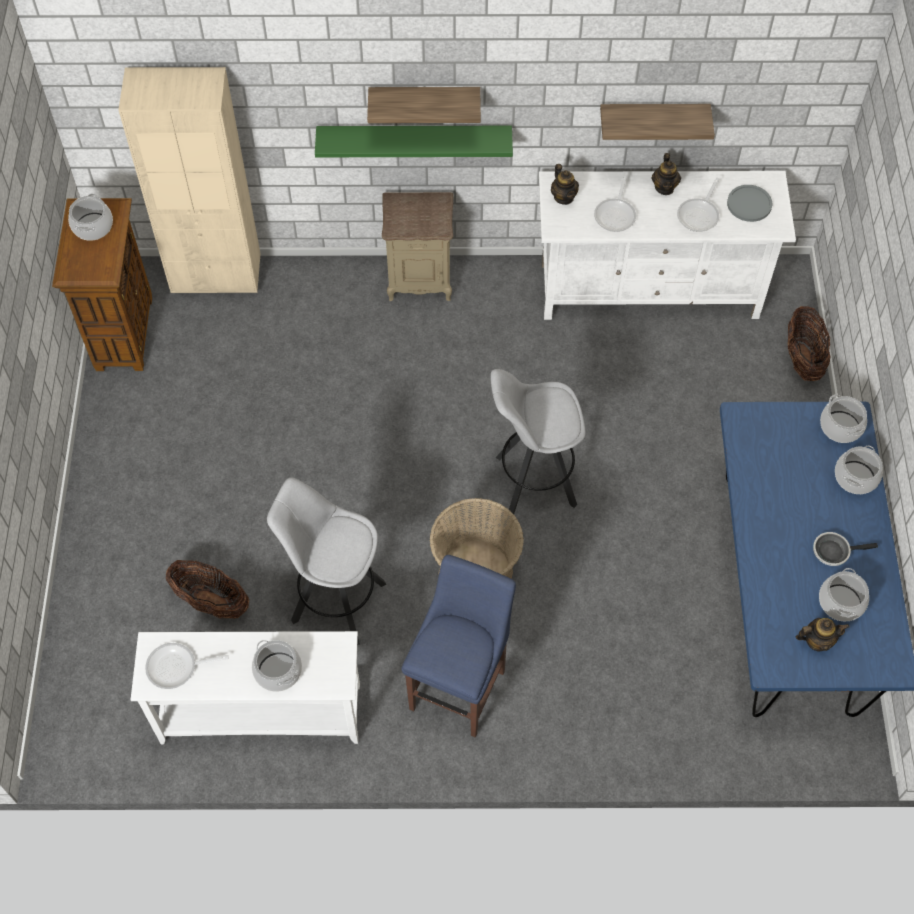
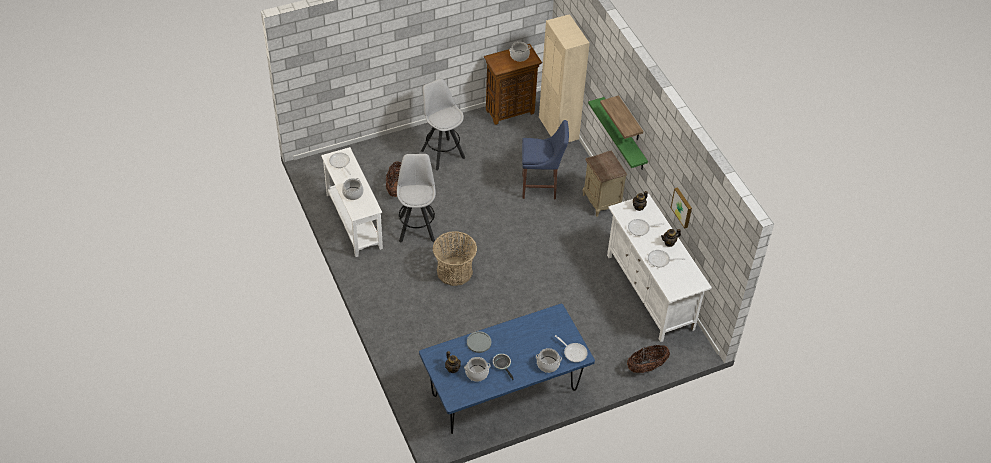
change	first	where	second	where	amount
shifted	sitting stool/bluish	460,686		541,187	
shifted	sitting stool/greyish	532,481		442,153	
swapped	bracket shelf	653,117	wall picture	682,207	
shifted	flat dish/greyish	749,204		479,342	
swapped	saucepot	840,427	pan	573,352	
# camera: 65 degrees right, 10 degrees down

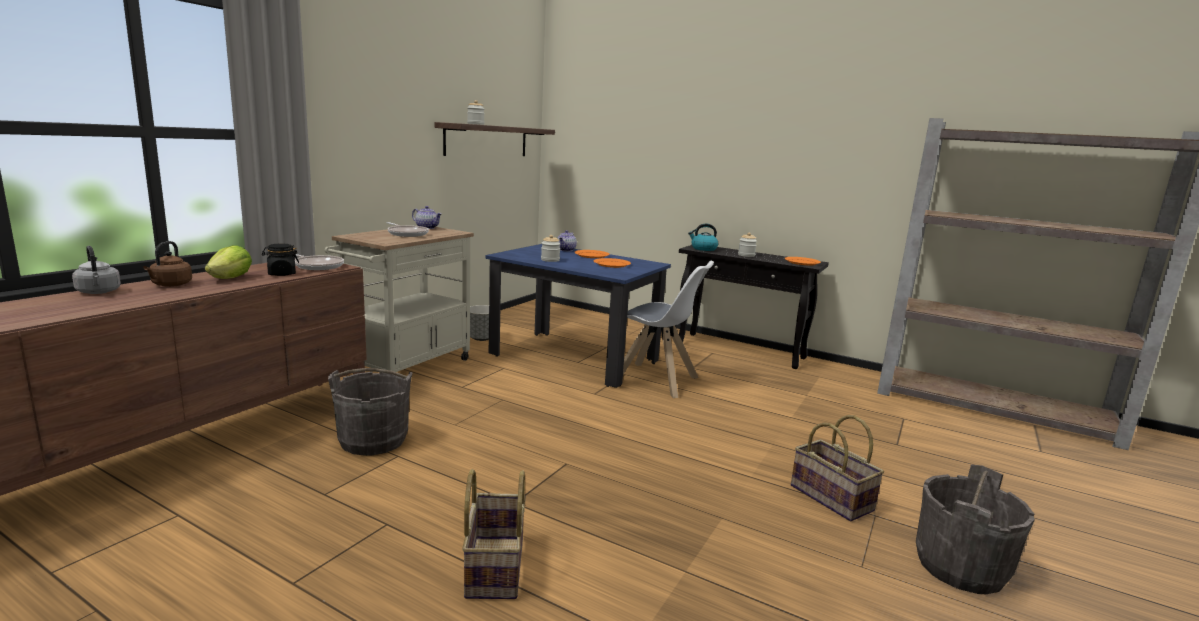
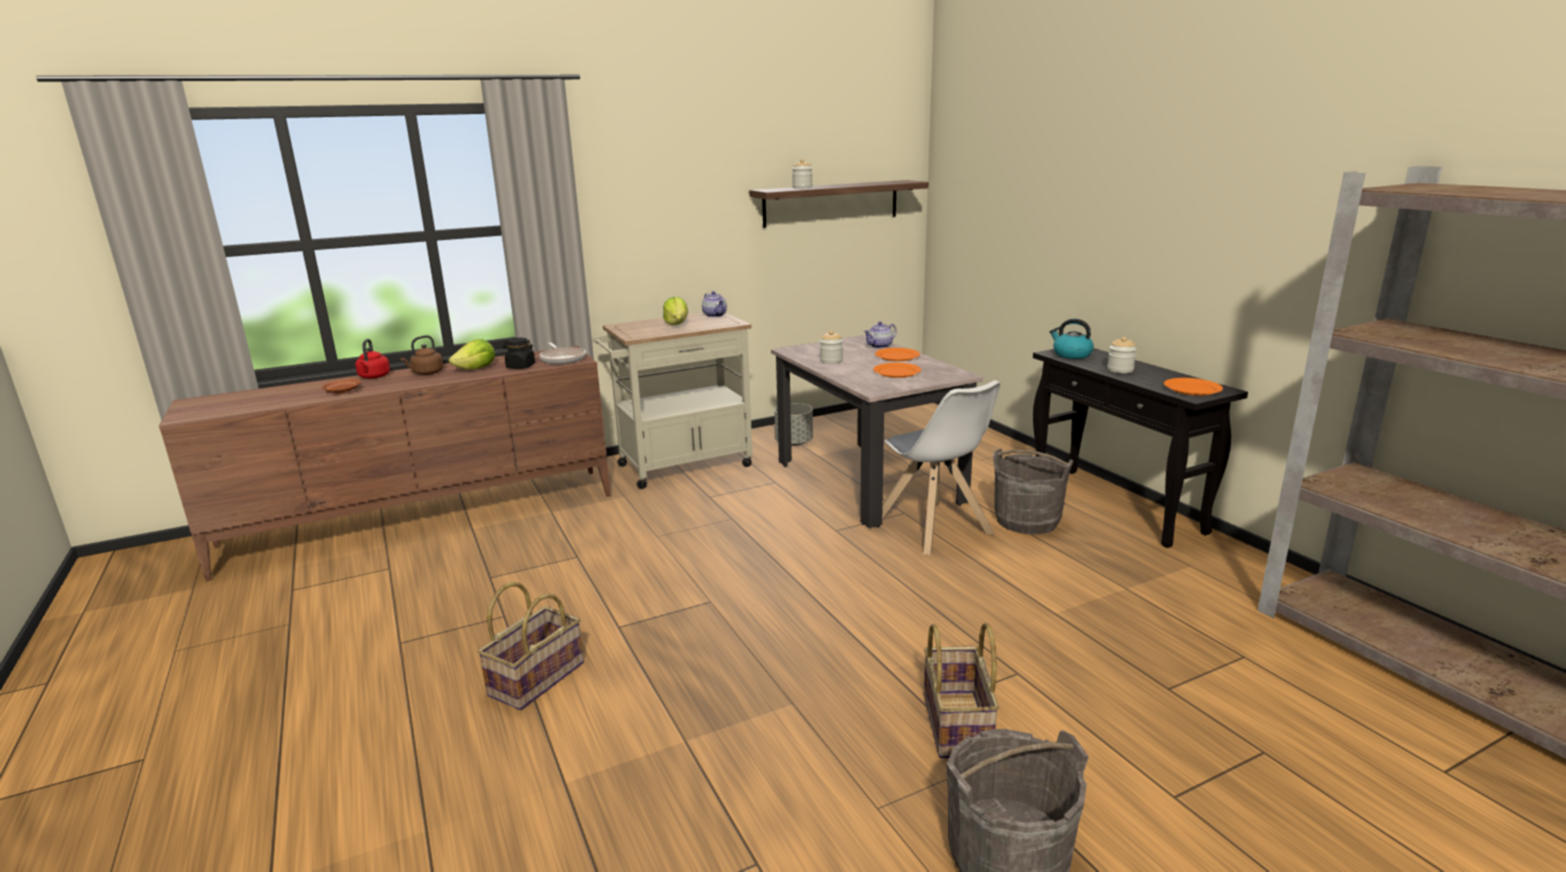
change	first	where	second	where	amount
repainted	kettle/greyish	99,292	kettle/red-coloured	374,377	
shifted	bucket/greyish	373,441		1026,521	
swapped	pan	407,234	lettuce	677,324	
repainted	dinner table/bluish	574,358	dinner table/sand-coloured	868,482	
new			flat dish/brownish	342,391	
# camera: 35 degrees right, 5 degrees up

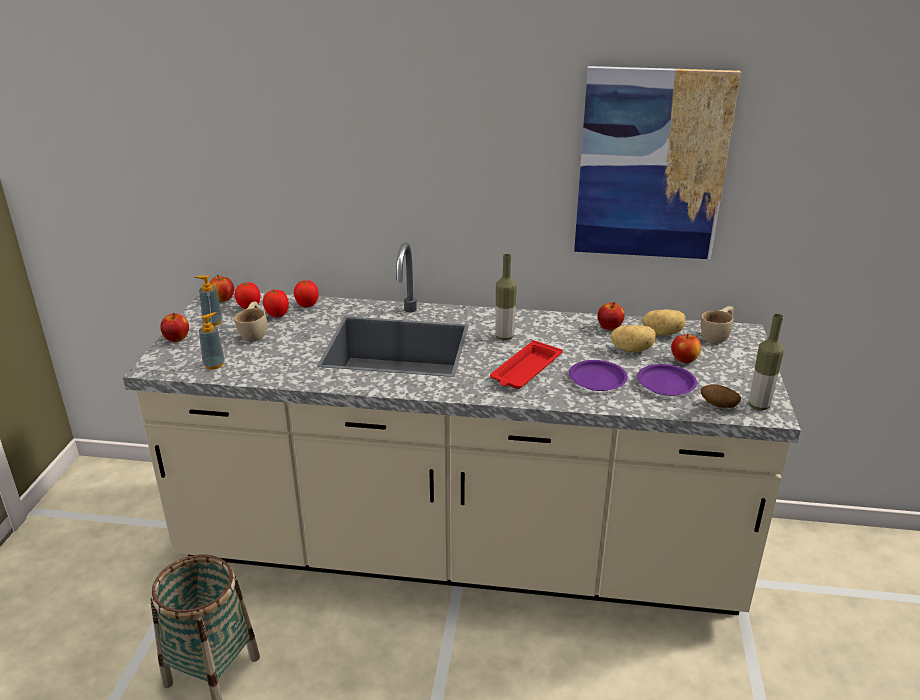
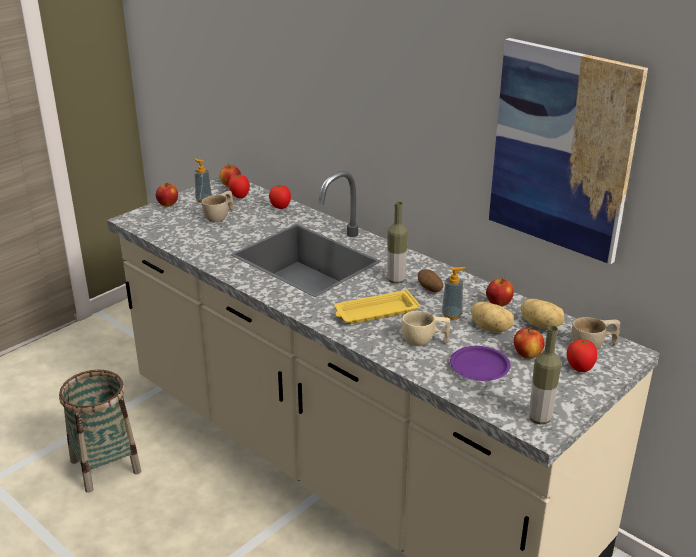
change	first	where	second	where	amount
shifted	soap bottle	214,365		451,315	
shifted	tomato	277,315		580,369	
repainted	serving tray/red-coloured	525,371	serving tray/yellow-coloured	375,312	
swapped	flat dish/purple-coloured	598,379	cup/sand-coloured	424,341	
shifted	whole potato	718,406		429,289	
# camera: 35 degrees right, 0 degrees up

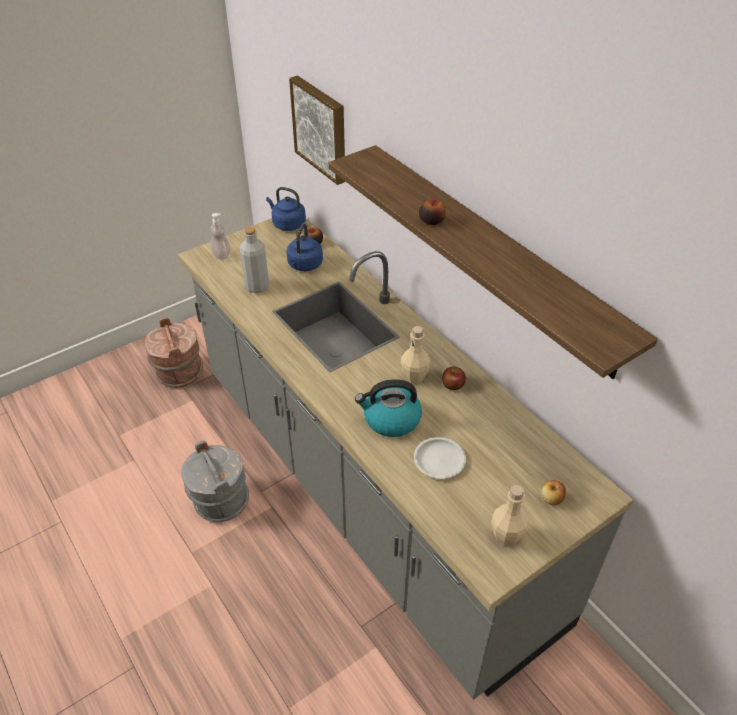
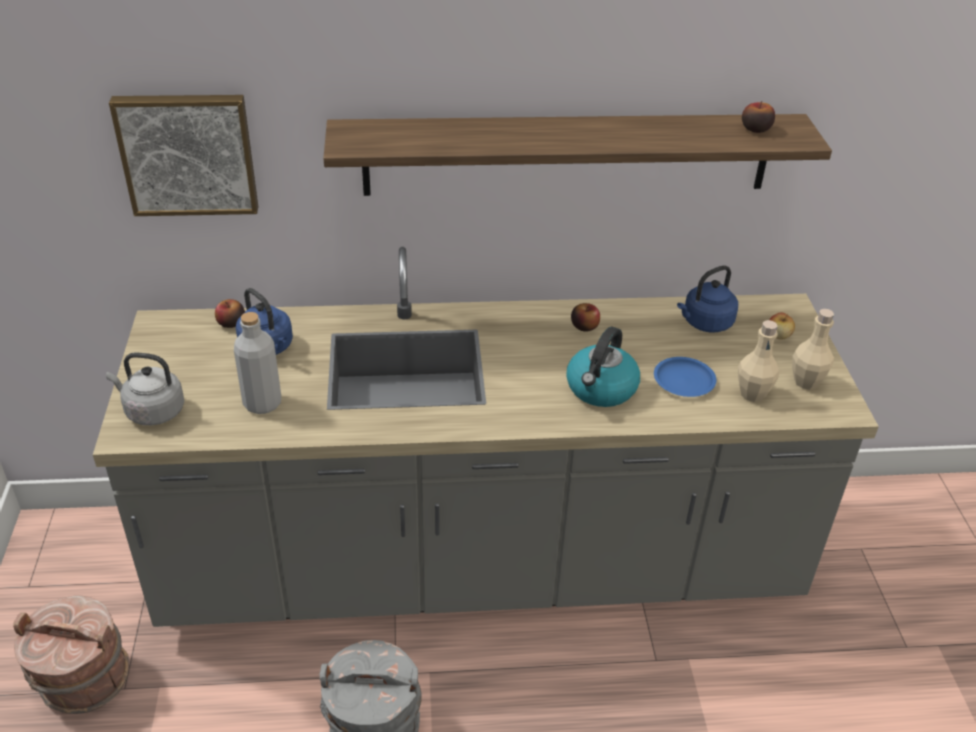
change	first	where	second	where	amount
swapped	soap bottle	221,255	kettle/greyish	152,411	
shifted	kettle/bluish	287,224		705,323	
shifted	drink bottle/sand-coloured	414,377		752,394	
repainted	flat dish/white	439,460	flat dish/bluish	683,380	
shifted	apple	431,220		755,129	
# camera: 60 degrees left, 5 degrees down

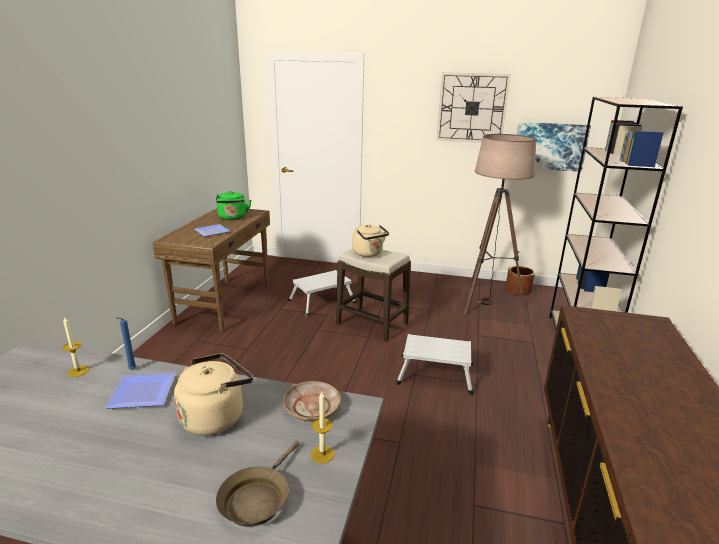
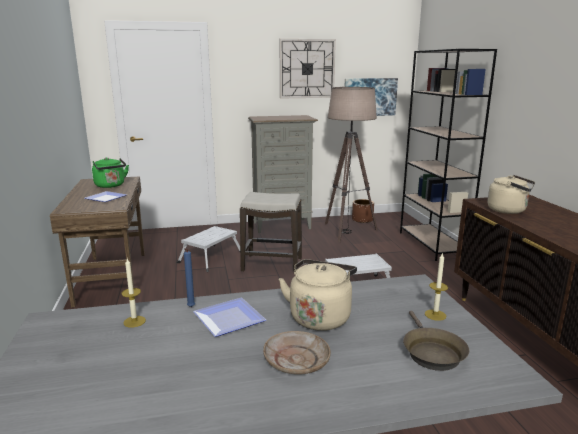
change	first	where	second	where	amount
shifted	flat dish/sand-coloured	312,407		296,360	
shifted	kettle/sand-coloured	369,254		509,210	
new			dresser/greyish	283,226	
# camera: 25 degrees left, 5 degrees down

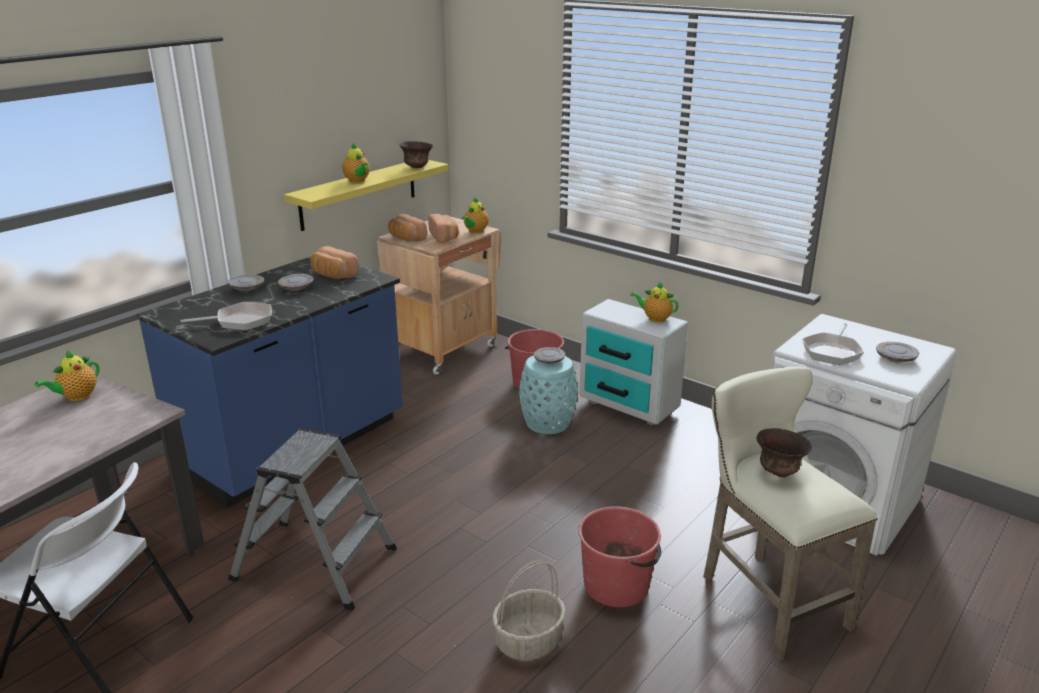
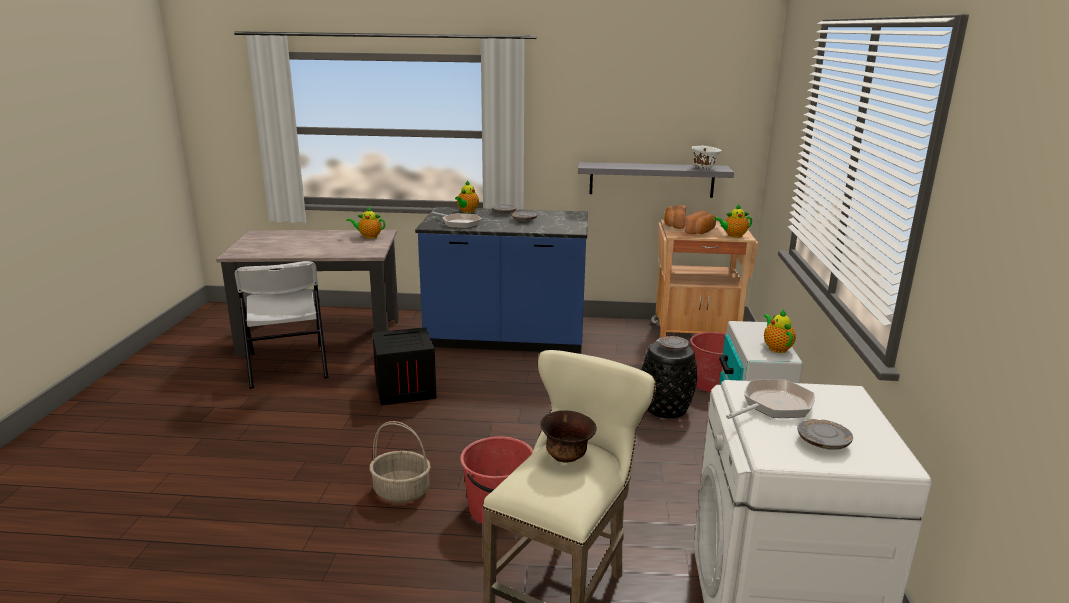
change	first	where	second	where	amount
swapped	stepladder/greyish	314,563	packing crate	404,390	
repainted	bracket shelf/yellow-coloured	359,194	bracket shelf/greyish	651,179	
gone	bread	333,275			
shifted	teapot	357,181		467,211	
repainted	bowl/brownish	417,167	bowl/white	704,168	
repainted	sitting stool/turquoise	548,423	sitting stool/black	666,408	
rotated	pan	832,351		773,405	150 degrees clockwise
# camera: 55 degrees right, 5 degrees down

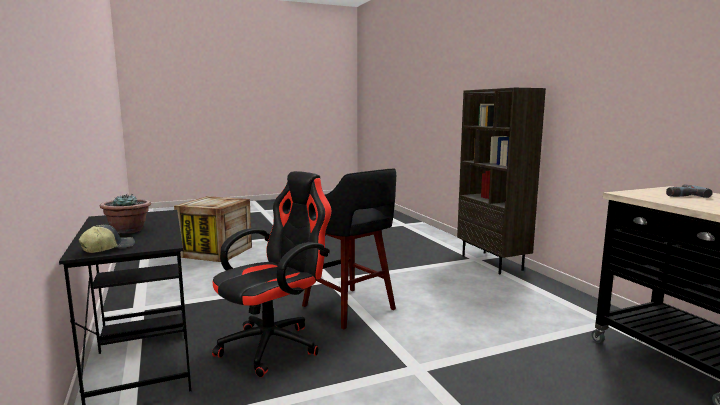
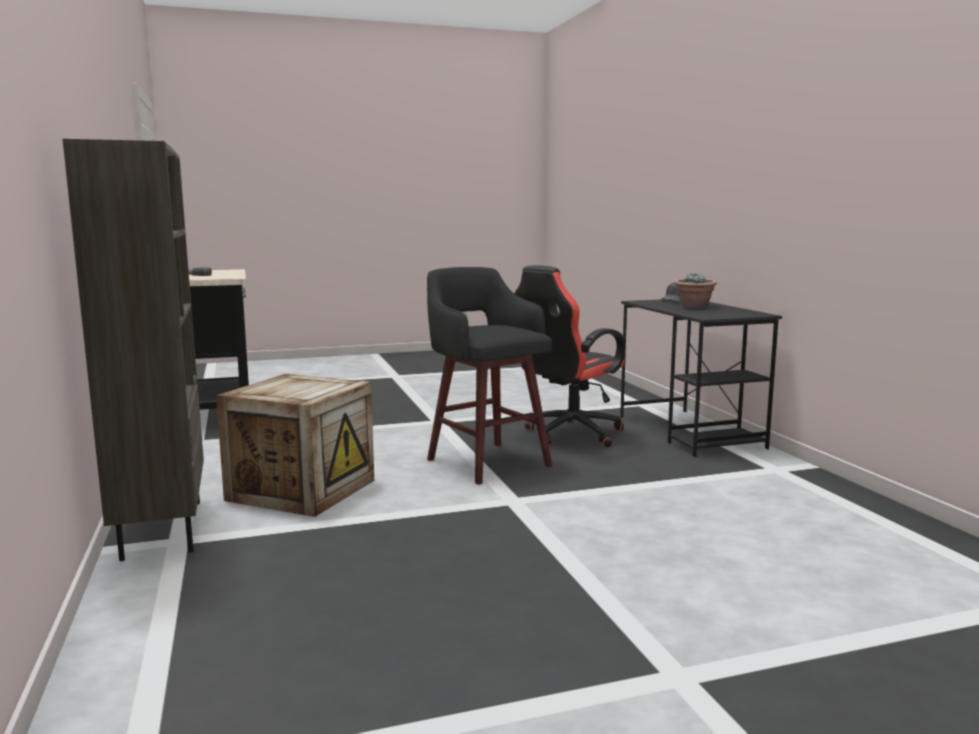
change	first	where	second	where	amount
shifted	packing crate	216,252		301,490	
# camera: 175 degrees left, 0 degrees up

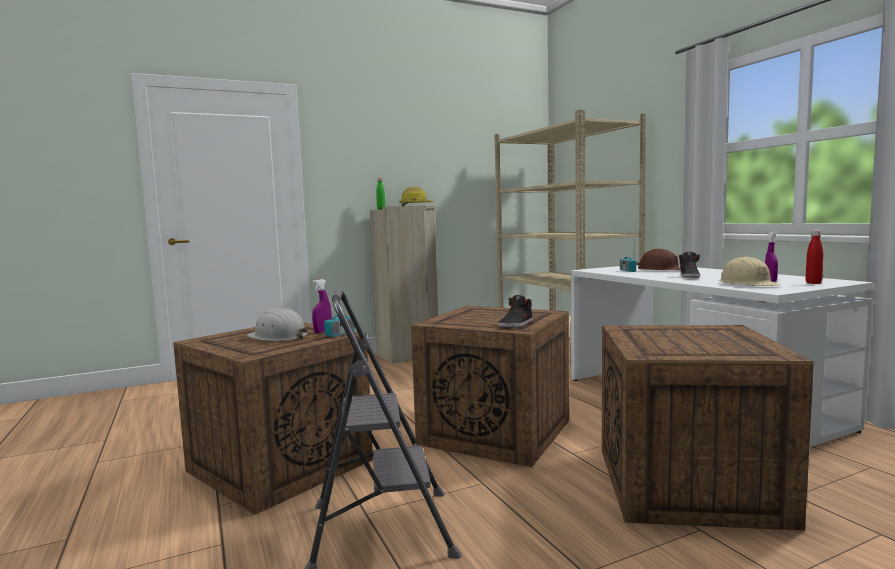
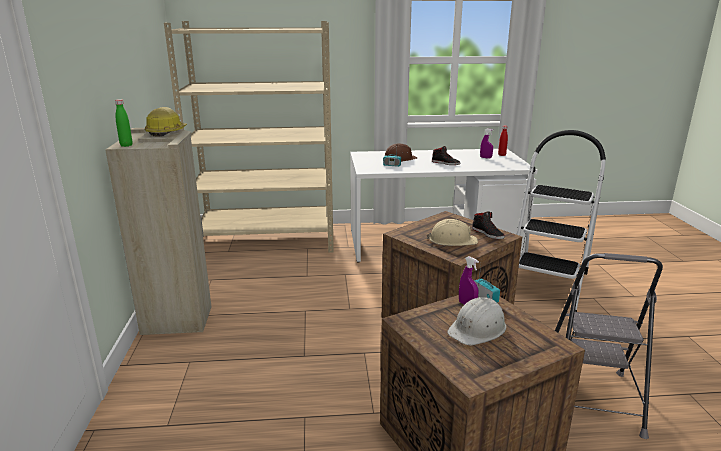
change	first	where	second	where	amount
swapped	packing crate	691,486	stepladder	548,284	
shifted	hard hat/sand-coloured	747,284		452,240	
# camera: 70 degrees left, 15 degrees up

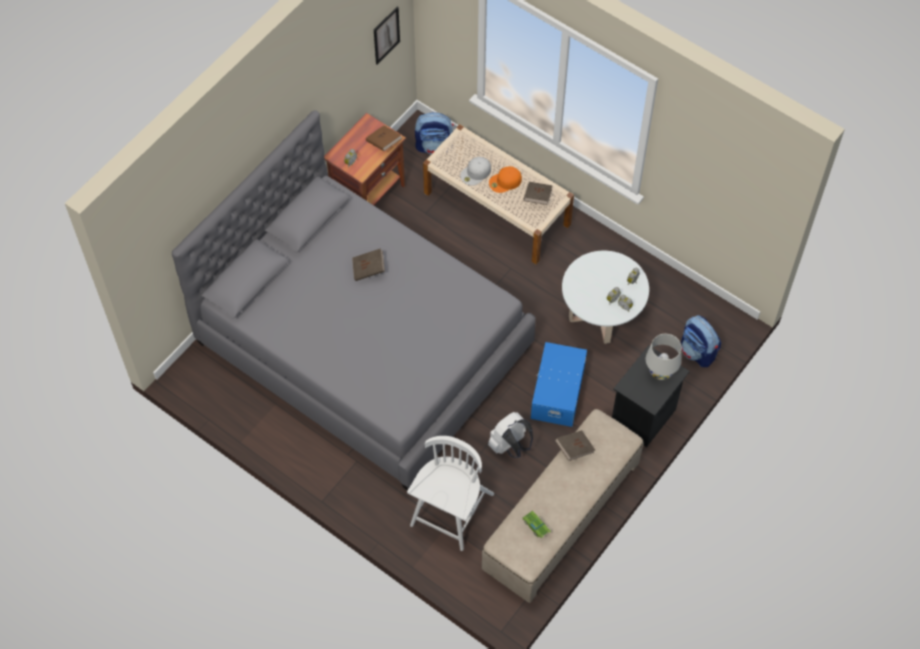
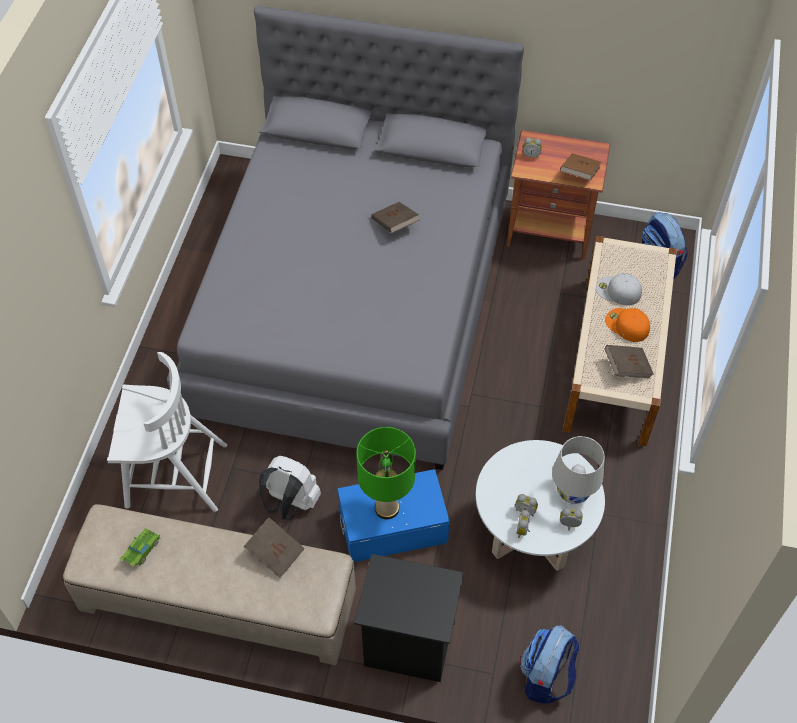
change	first	where	second	where	amount
gone	wall picture	386,35			
shifted	lamp for a table/white	660,372		572,492	
new			lamp for a table/green-coloured	387,508	
# camera: 65 degrees right, 5 degrees down

